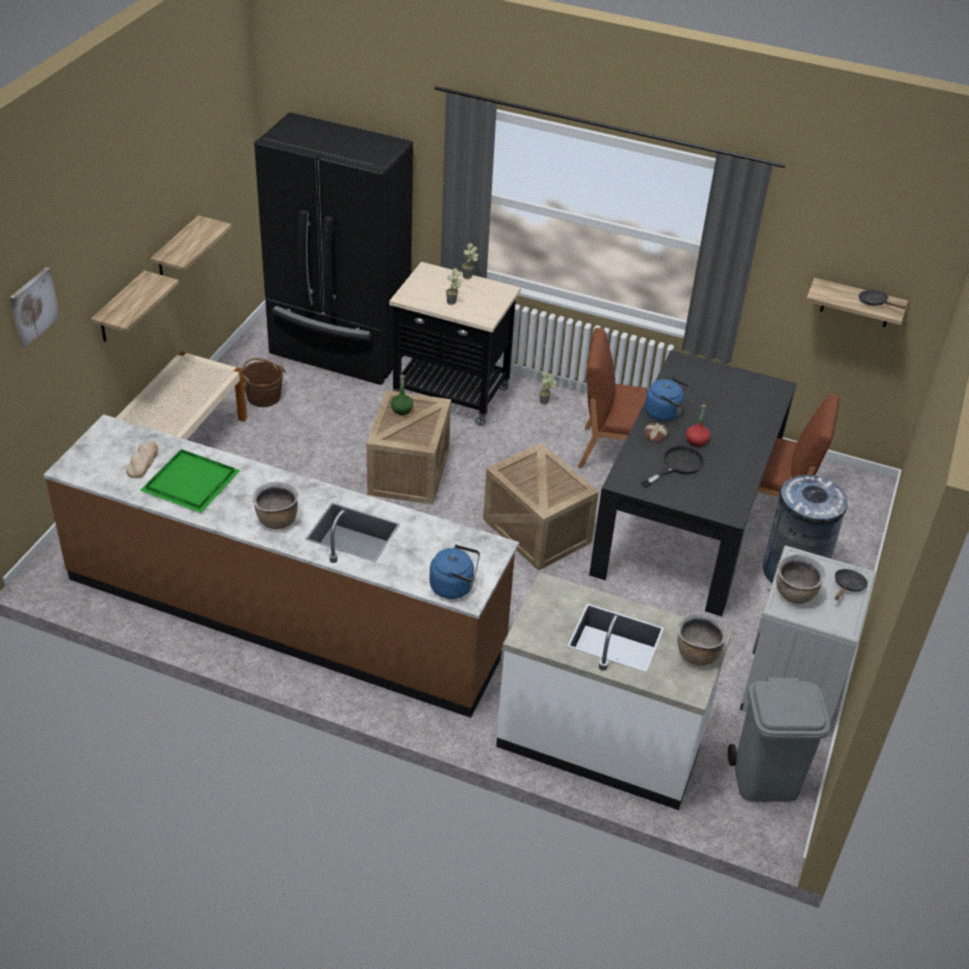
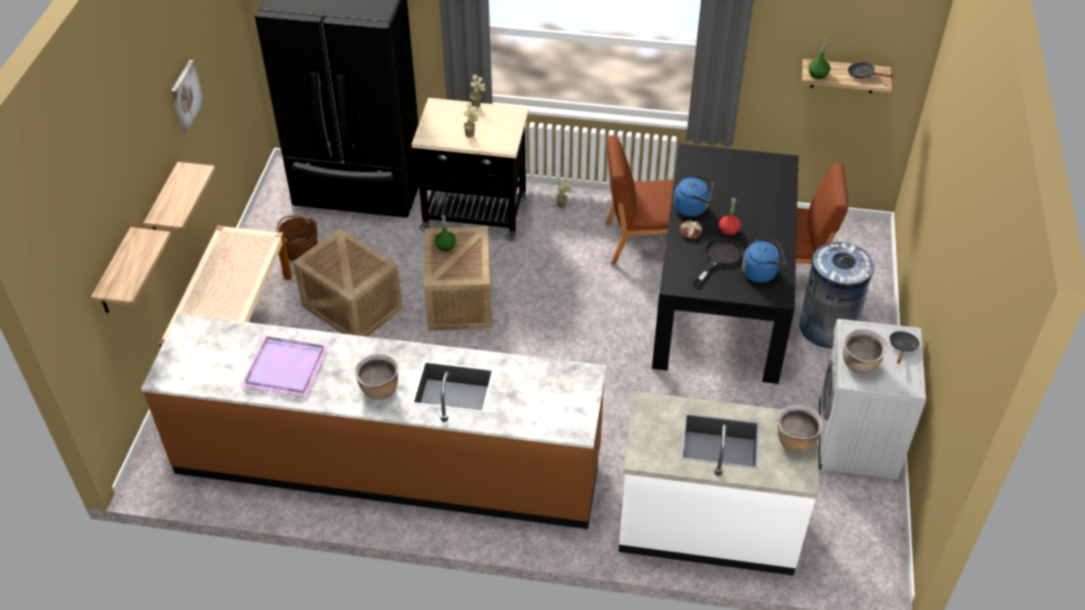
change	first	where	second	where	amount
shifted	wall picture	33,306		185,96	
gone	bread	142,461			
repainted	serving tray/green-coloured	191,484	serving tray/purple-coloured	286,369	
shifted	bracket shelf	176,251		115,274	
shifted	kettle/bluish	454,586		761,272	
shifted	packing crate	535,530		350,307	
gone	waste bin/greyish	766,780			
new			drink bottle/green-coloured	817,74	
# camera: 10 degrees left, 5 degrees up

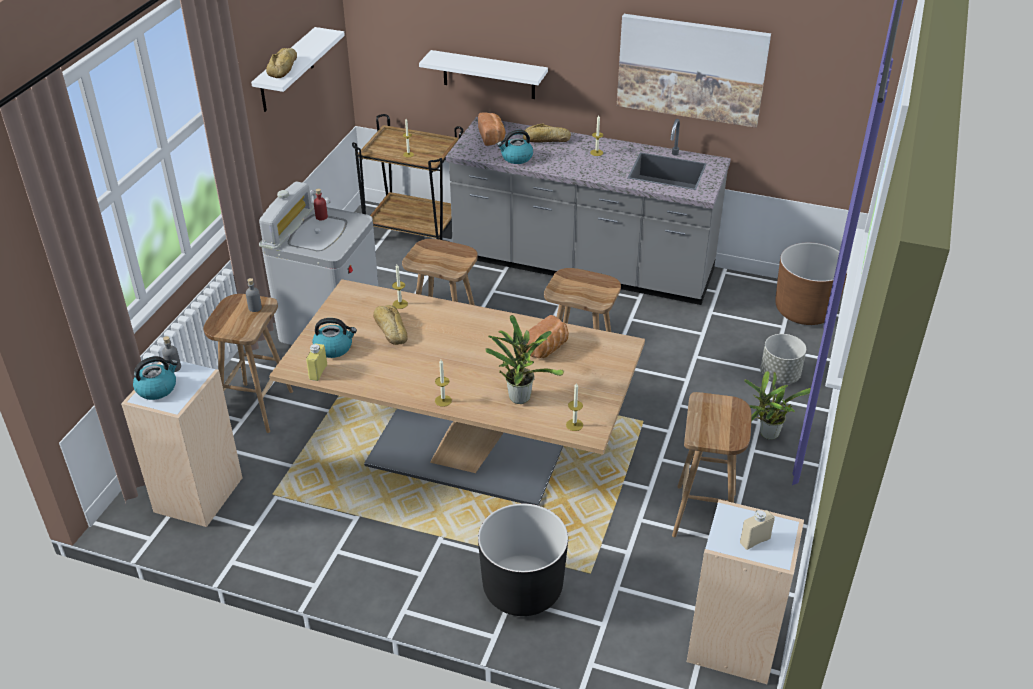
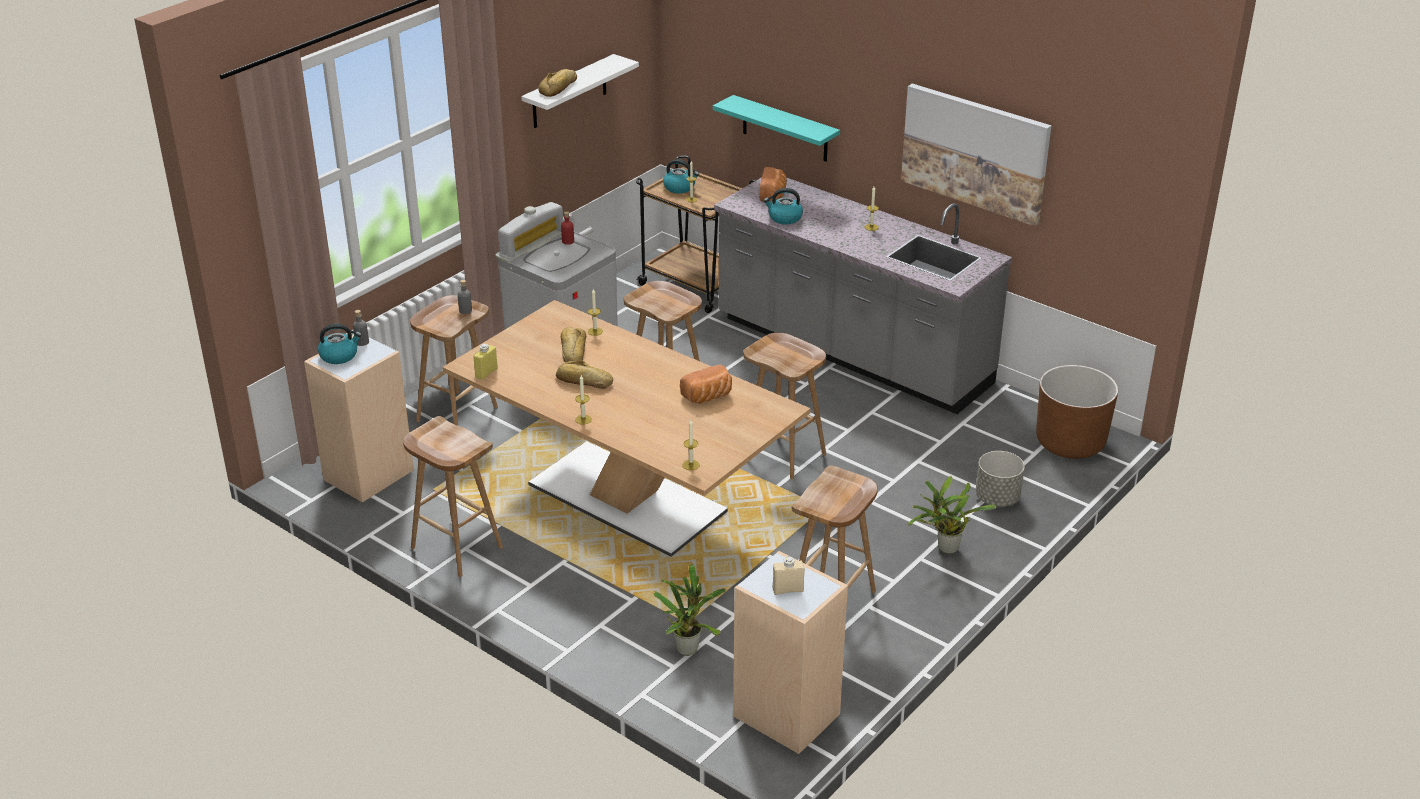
change	first	where	second	where	amount
shifted	kettle	334,348		680,187	
repainted	bracket shelf/white	489,75	bracket shelf/turquoise	785,129	
gone	planter/black	522,589			
shifted	plant in a pot	519,396		688,647	
shifted	bread	546,139		583,381	
new			sitting stool/brownish	455,547	
# camera: 20 degrees right, 5 degrees down

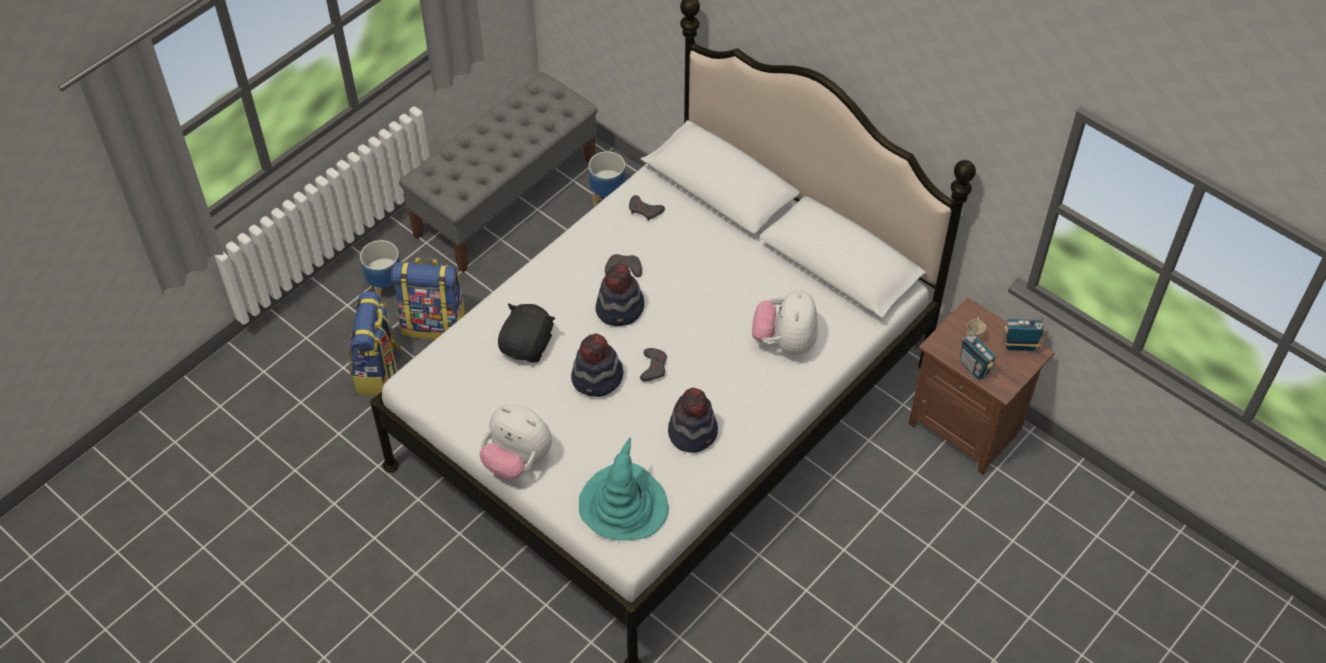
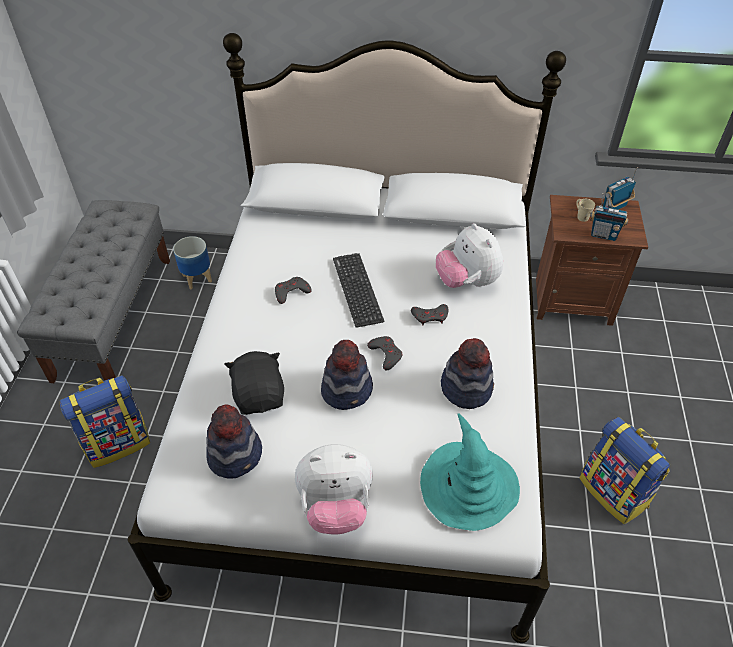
change	first	where	second	where	amount
shifted	backpack	378,371		614,492	
gone	planter	385,286			
shifted	wearable hat	620,309		235,454	
shifted	gamepad/greyish	645,210		430,316	
new			keyboard	357,289	
# camera: 35 degrees left, 5 degrees down

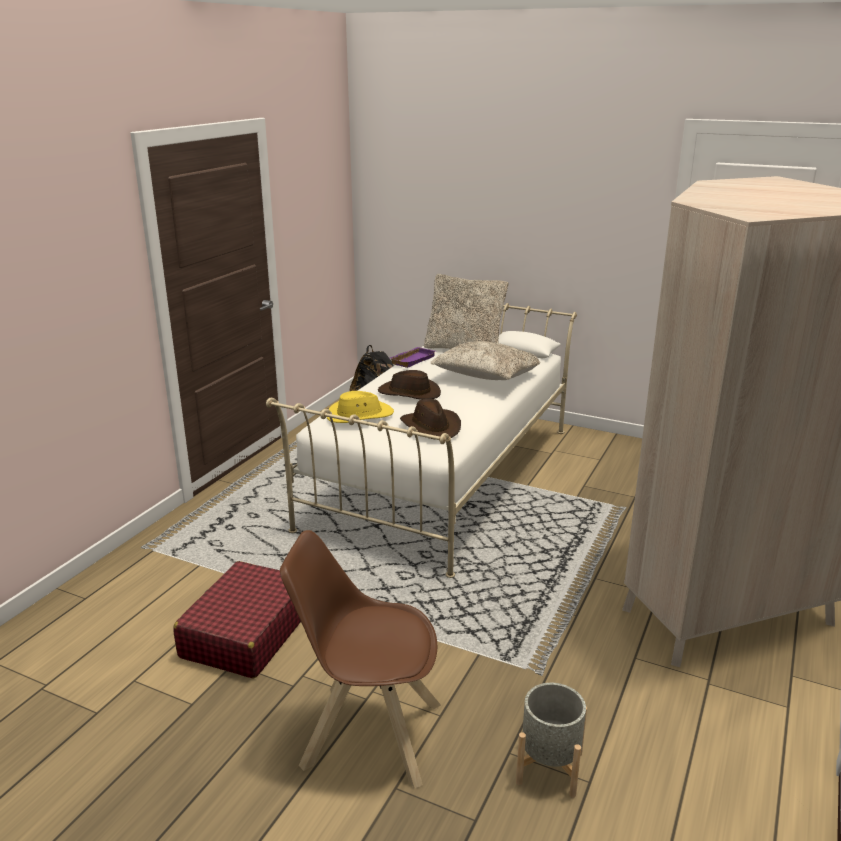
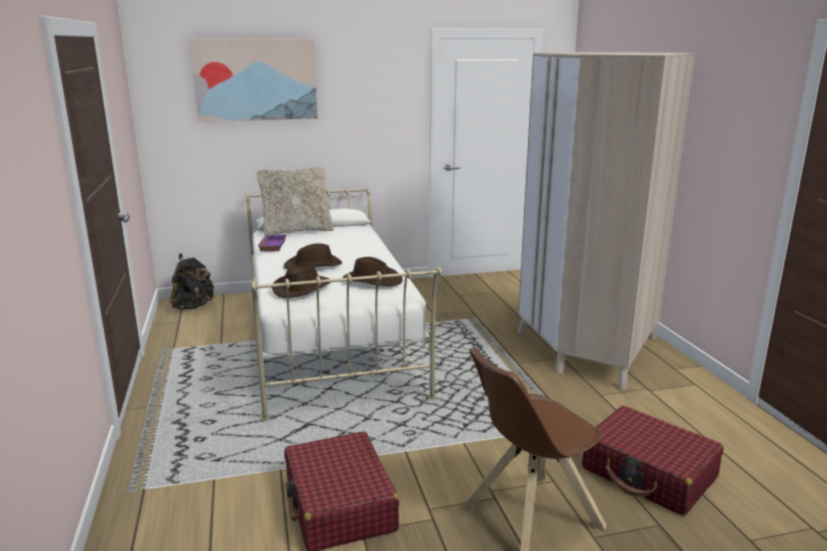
change	first	where	second	where	amount
repainted	wearable hat/yellow-coloured	359,415	wearable hat/brownish	302,288	
gone	cushion/sand-coloured	486,376			
swapped	planter/greyish	549,767	travel case/red-coloured	649,473	
new			wall picture	255,79	
# camera: 40 degrees left, 5 degrees down

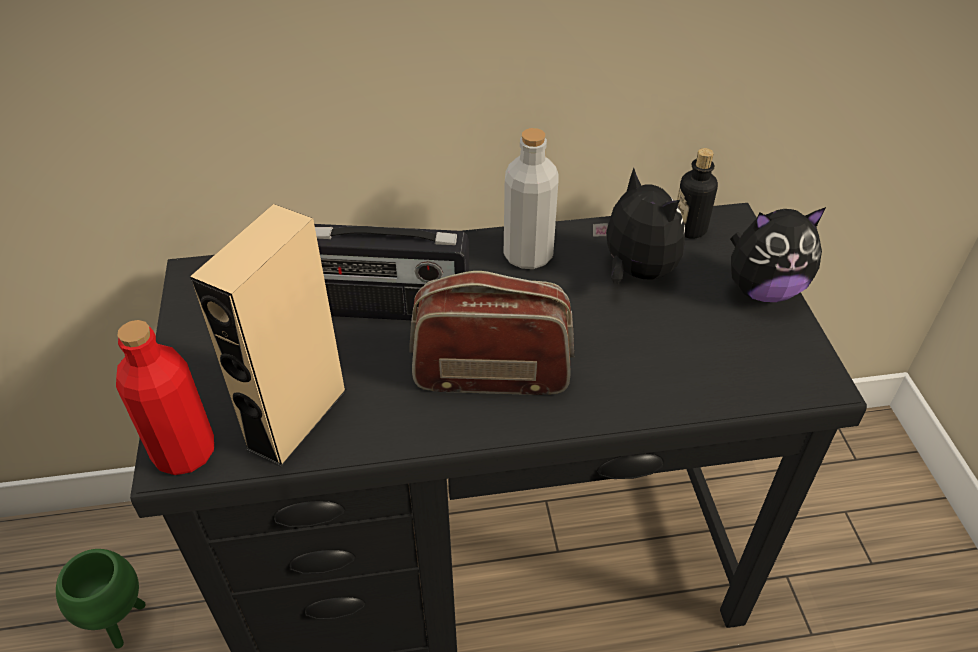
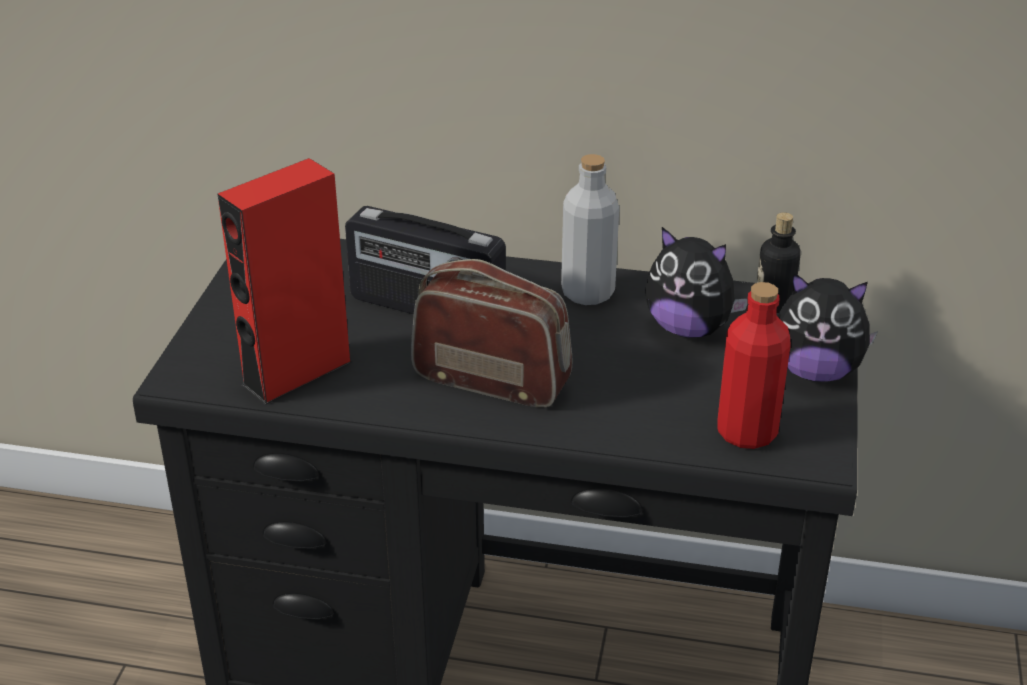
change	first	where	second	where	amount
gone	planter/green-coloured	120,622			
shifted	drink bottle/red-coloured	184,452		746,432	
repainted	audio speaker/sand-coloured	297,419	audio speaker/red-coloured	297,373	
rotated	cuddly toy	635,272		689,328	135 degrees clockwise
# camera: 20 degrees right, 10 degrees down

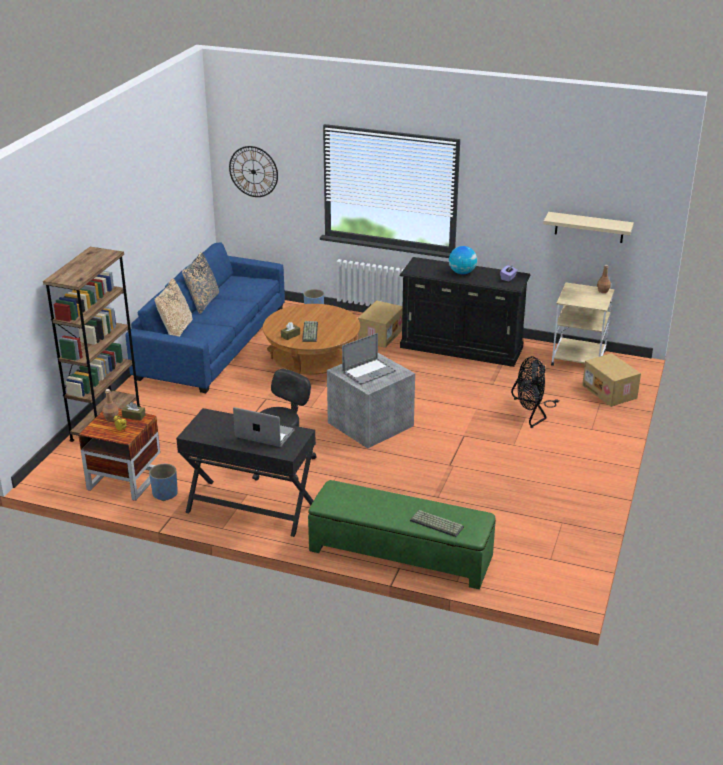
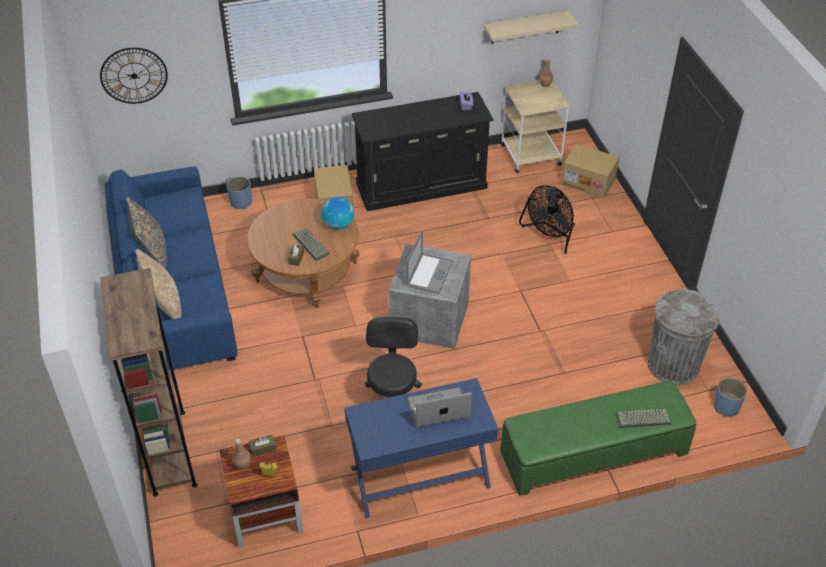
change	first	where	second	where	amount
shifted	planter/bluish	165,494		726,406	
repainted	desk table/black	250,508	desk table/bluish	420,477	
shifted	desk globe	462,273		338,225	
new			waste bin/greyish	673,365	
# camera: 35 degrees left, 15 degrees up

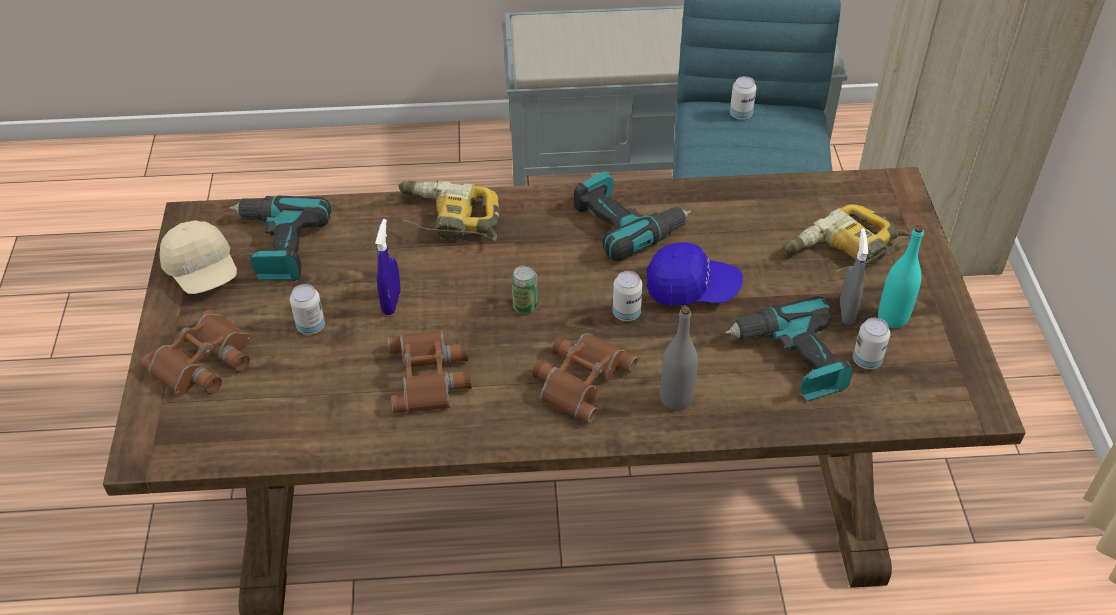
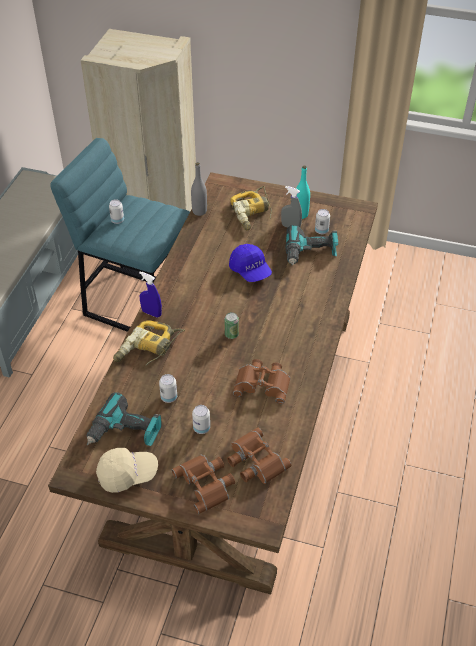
change	first	where	second	where	amount
shifted	hand sprayer/bluish	391,302		151,313	
shifted	binoculars/brownish	579,378		255,461	
gone	electric drill	626,224			
shifted	metal can	626,313		169,397	
rotated	peaked cap/bluish	692,288		250,271	120 degrees clockwise
shifted	drink bottle/greyish	676,398		199,211	
# camera: 70 degrees left, 0 degrees up

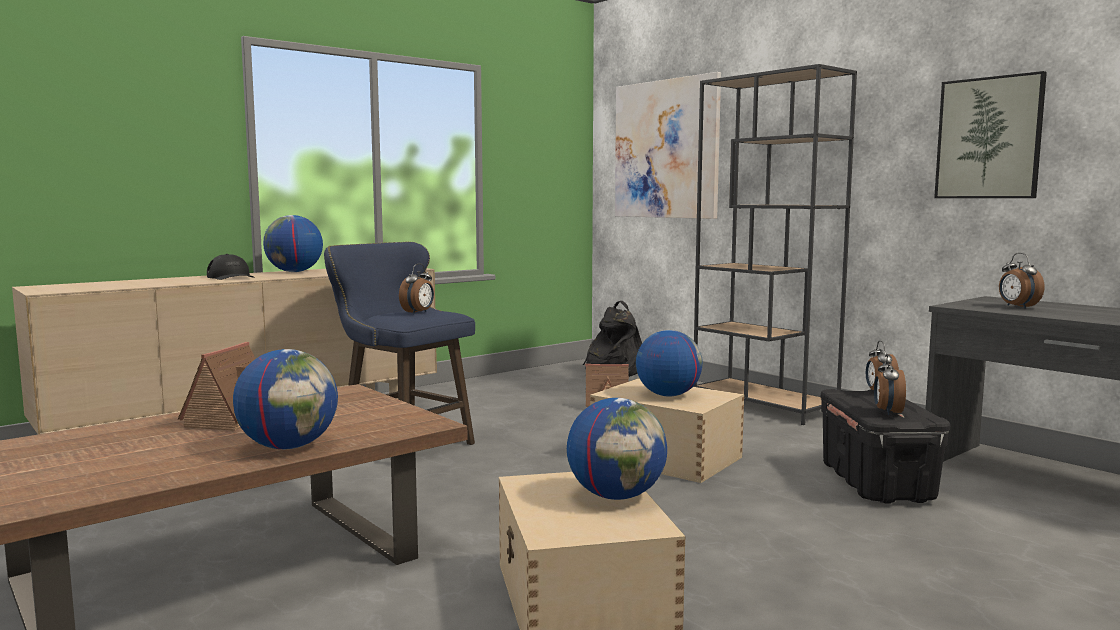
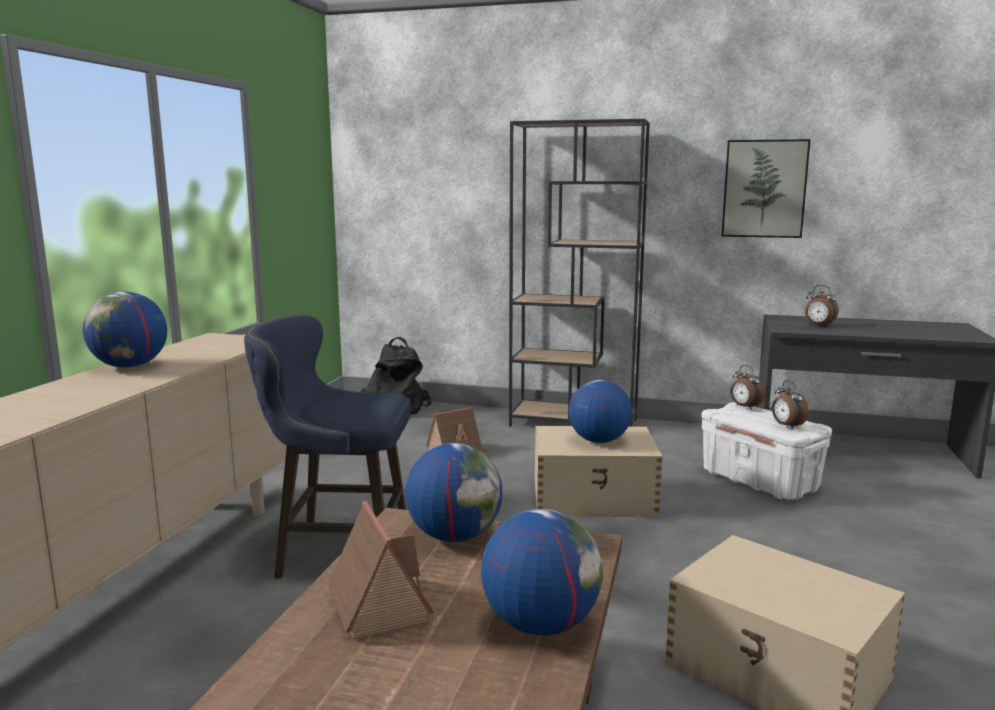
change	first	where	second	where	amount
gone	peaked cap/black	231,277			
gone	table clock	418,313			
shifted	desk globe	616,496		454,536	
gone	wall picture	666,149			
repainted	storage box/black	877,483	storage box/white	760,481	
# camera: 35 degrees left, 5 degrees up

